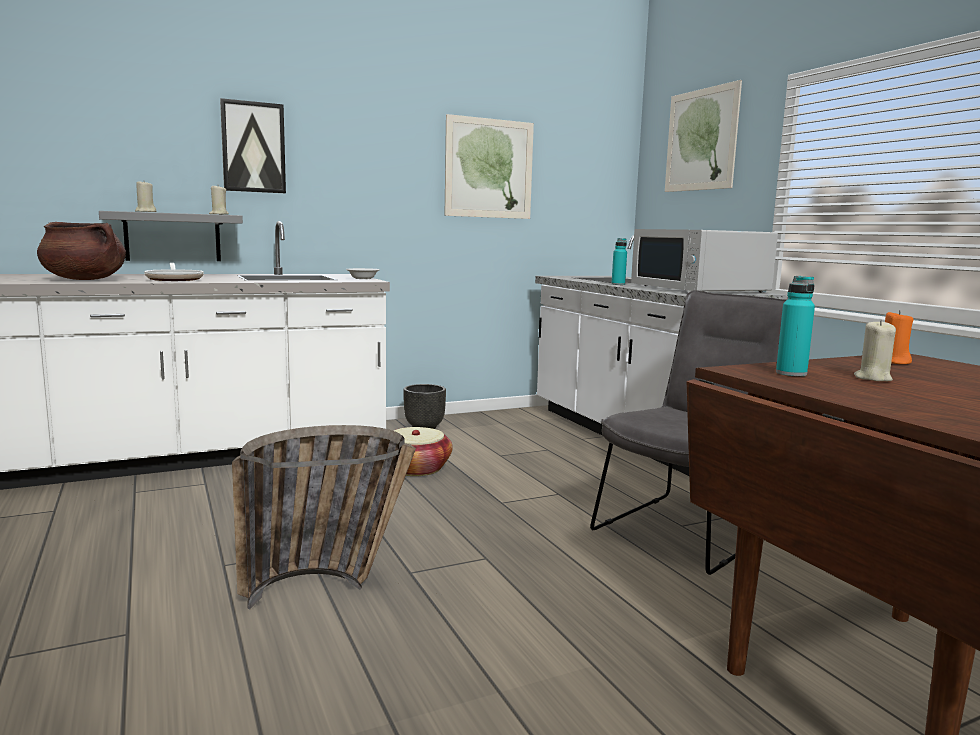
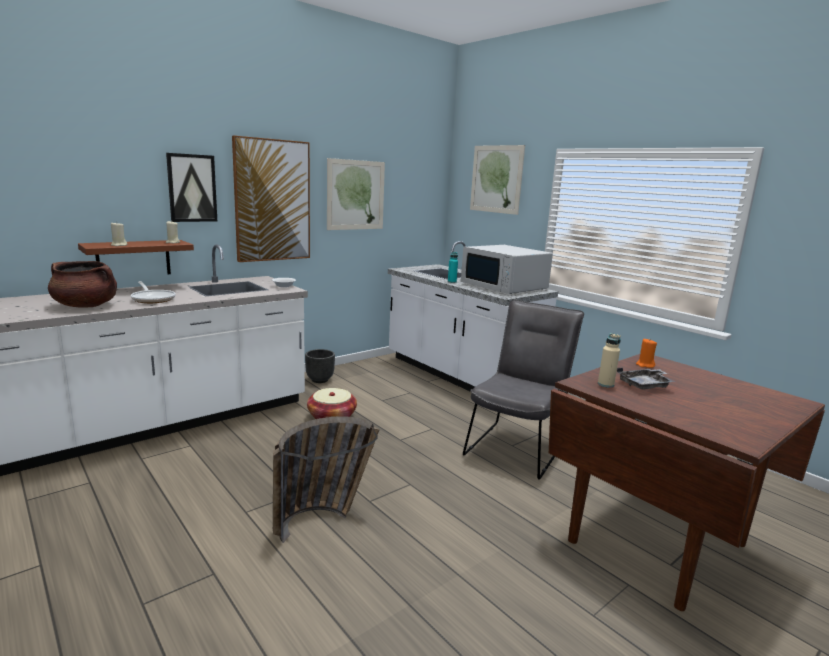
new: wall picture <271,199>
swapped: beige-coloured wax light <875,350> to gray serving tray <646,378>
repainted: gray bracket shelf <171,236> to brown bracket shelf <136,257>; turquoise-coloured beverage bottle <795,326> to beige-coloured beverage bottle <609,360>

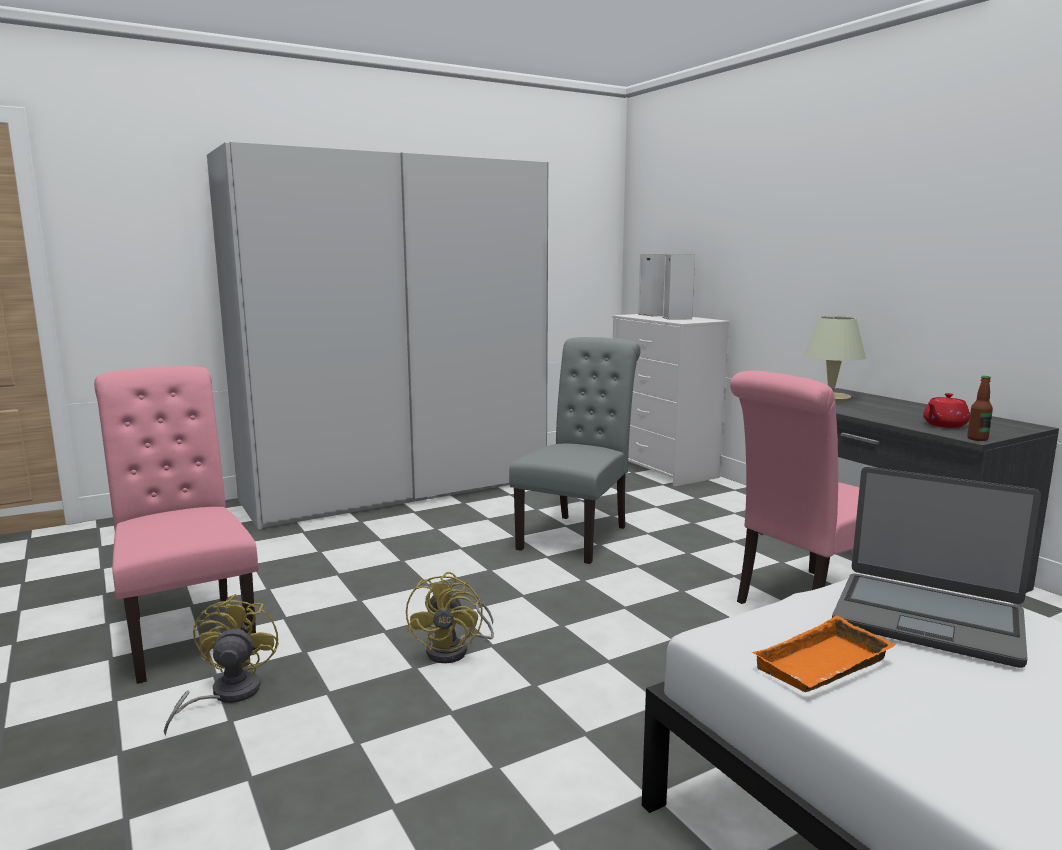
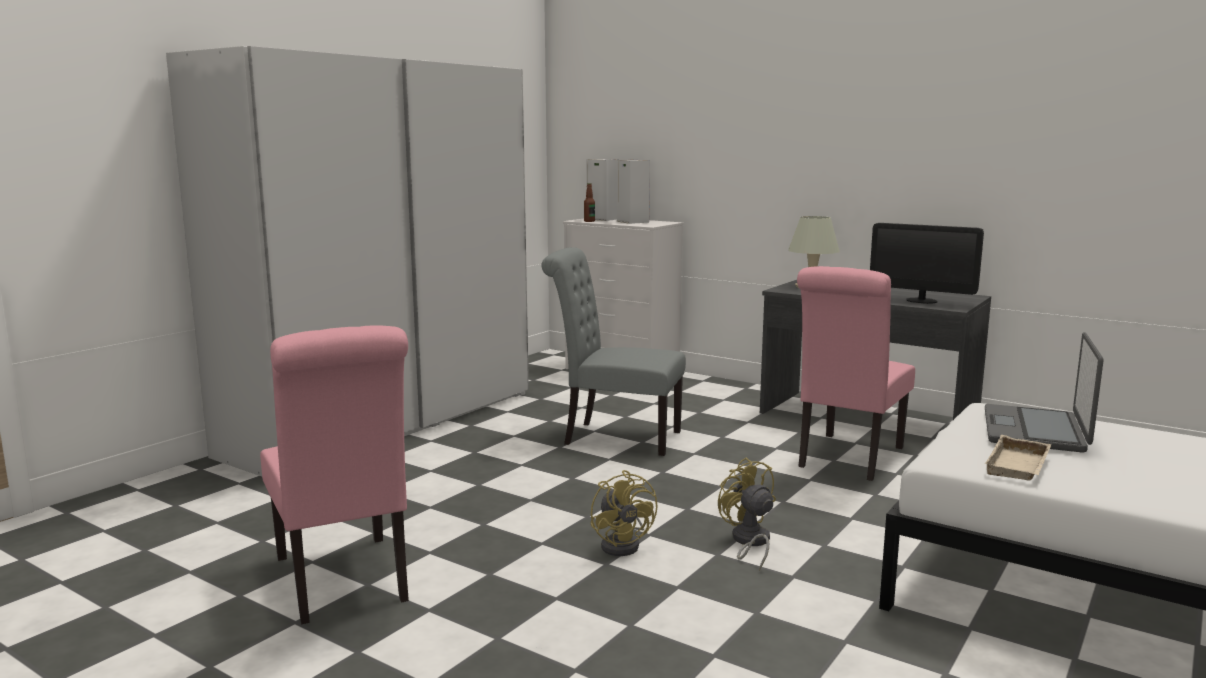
shifted: yellow cooling fan <221,664> to <747,514>; beverage bottle <980,408> to <589,202>
swapped: red-coloured tea pot <946,410> to computer display <927,263>
repainted: orange-coloured serving tray <824,654> to beige-coloured serving tray <1017,458>
rotated: pink upright chair <176,525> = <334,474> 150 degrees counterclockwise; gray upright chair <575,450> = <613,351> 75 degrees counterclockwise; laptop <936,567> = <1044,392> 105 degrees clockwise

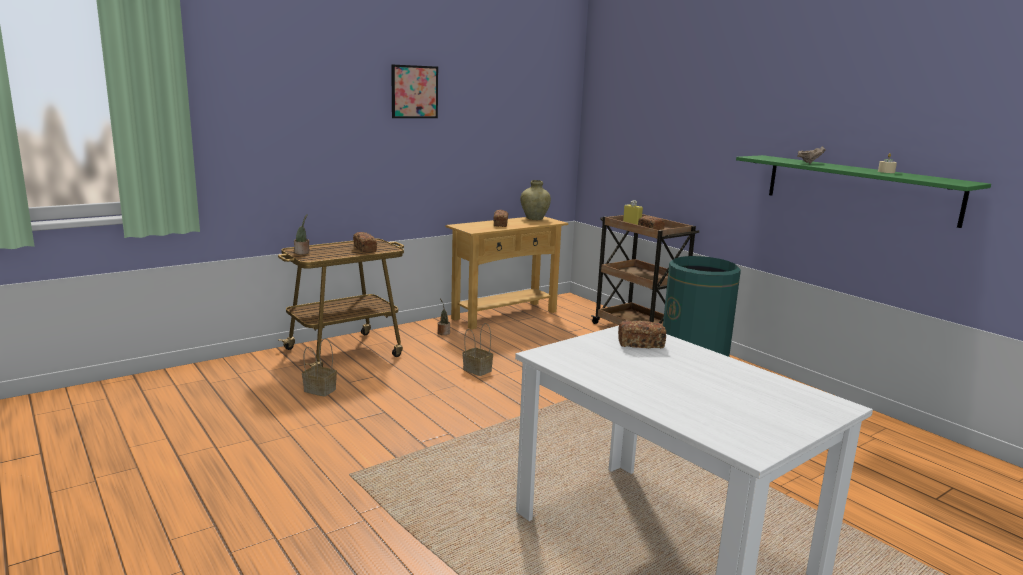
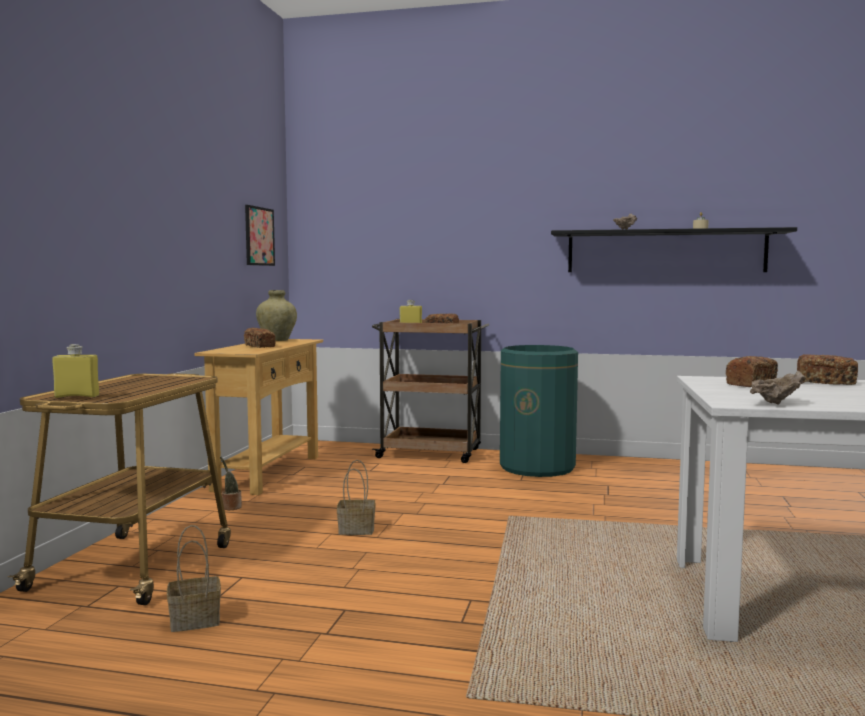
new: beige-coloured bowl <778,388>
shifted: bread <365,242> to <827,369>; wall picture <414,91> to <260,235>
swapped: houseplant <301,234> to yellow beverage bottle <75,371>
repainted: green bracket shelf <863,191> to black bracket shelf <674,249>

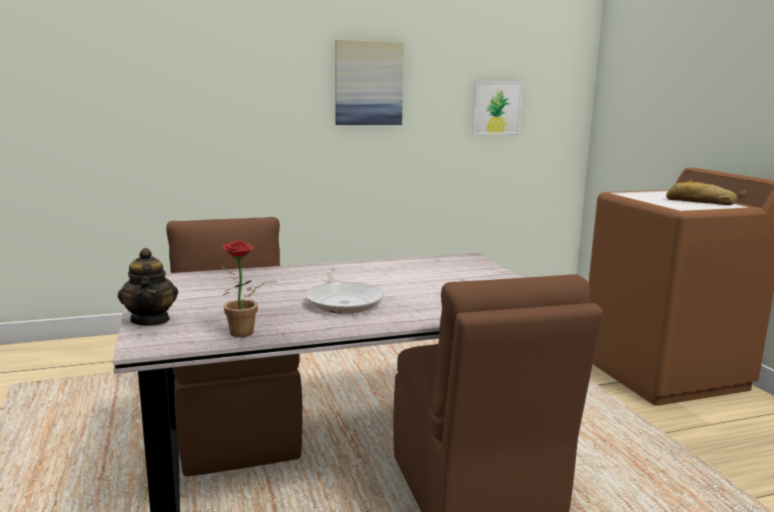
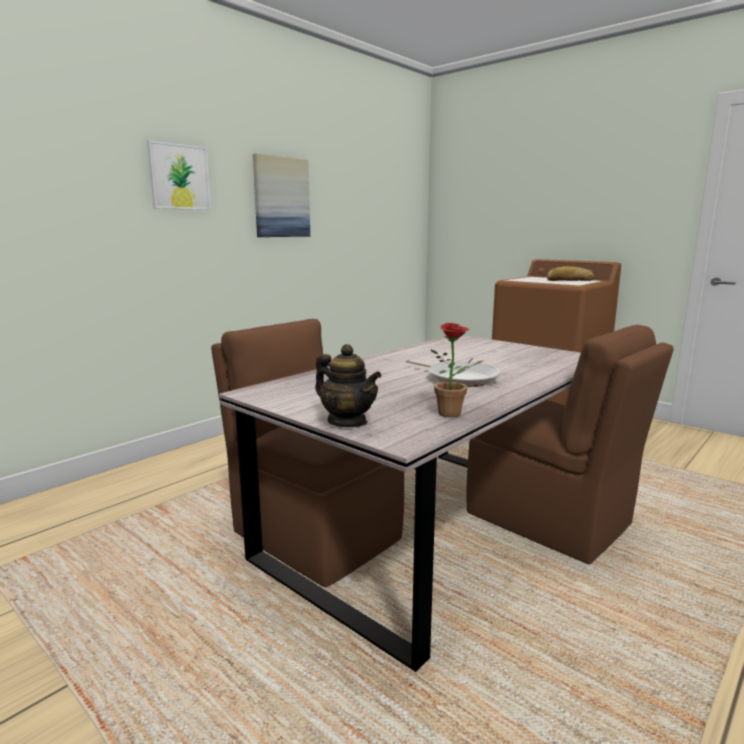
shifted: wall picture <497,107> to <179,175>

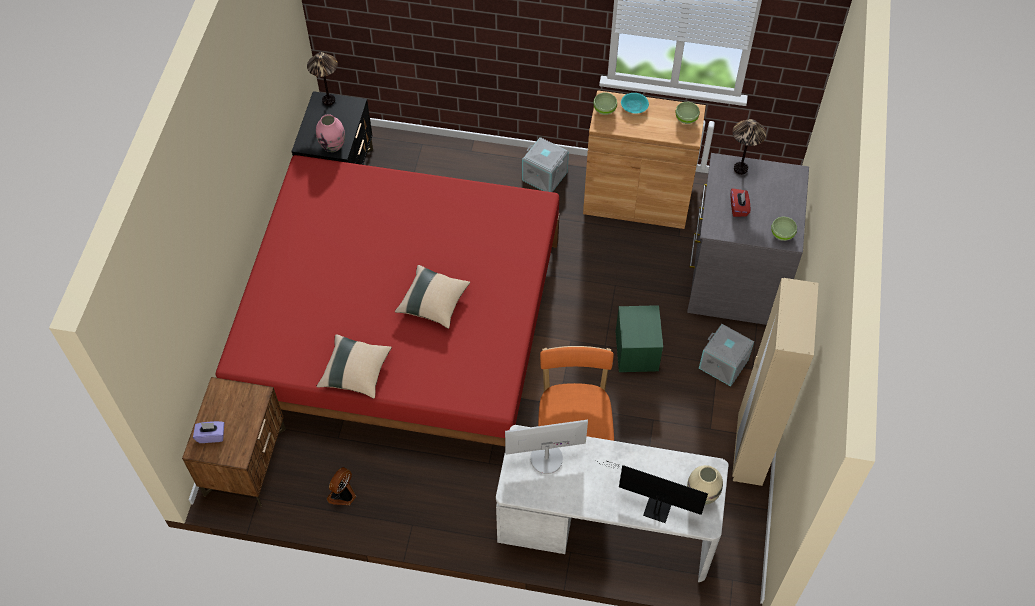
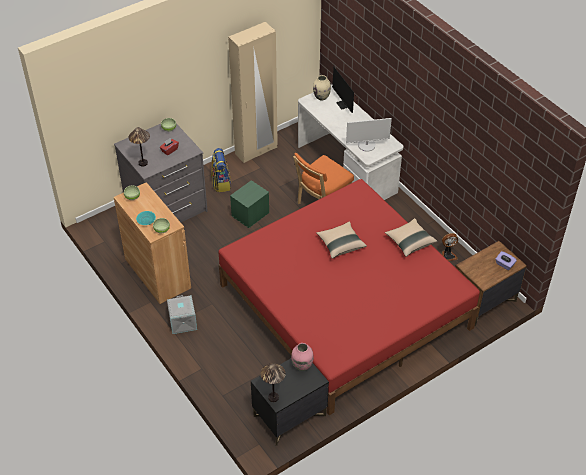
swapped: gray storage box <726,355> to backpack <221,170>
rotated: computer display <546,447> = <369,135> 45 degrees counterclockwise

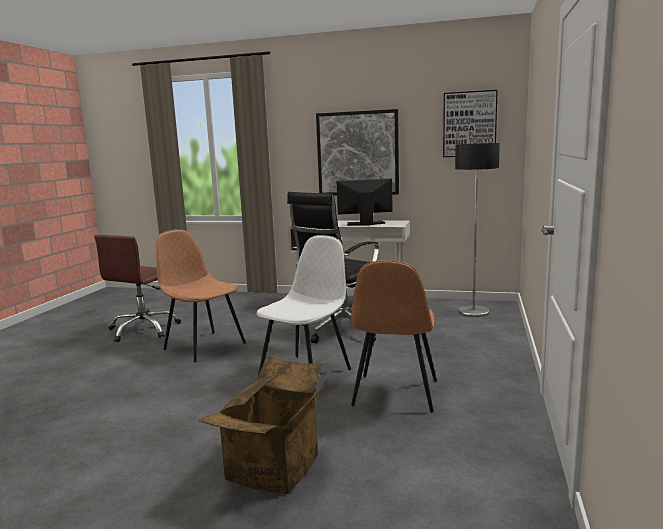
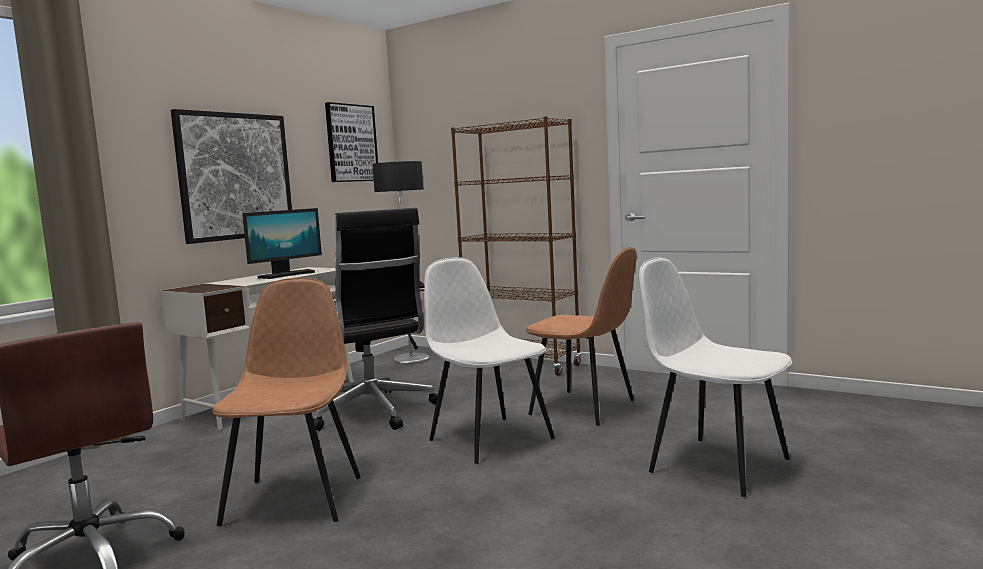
new: brown bookshelf <516,246>
swapped: carton <263,425> to white upright chair <715,377>
rotated: brown upright chair <201,295> = <286,402> 120 degrees clockwise; computer display <365,202> = <282,243> 150 degrees counterclockwise

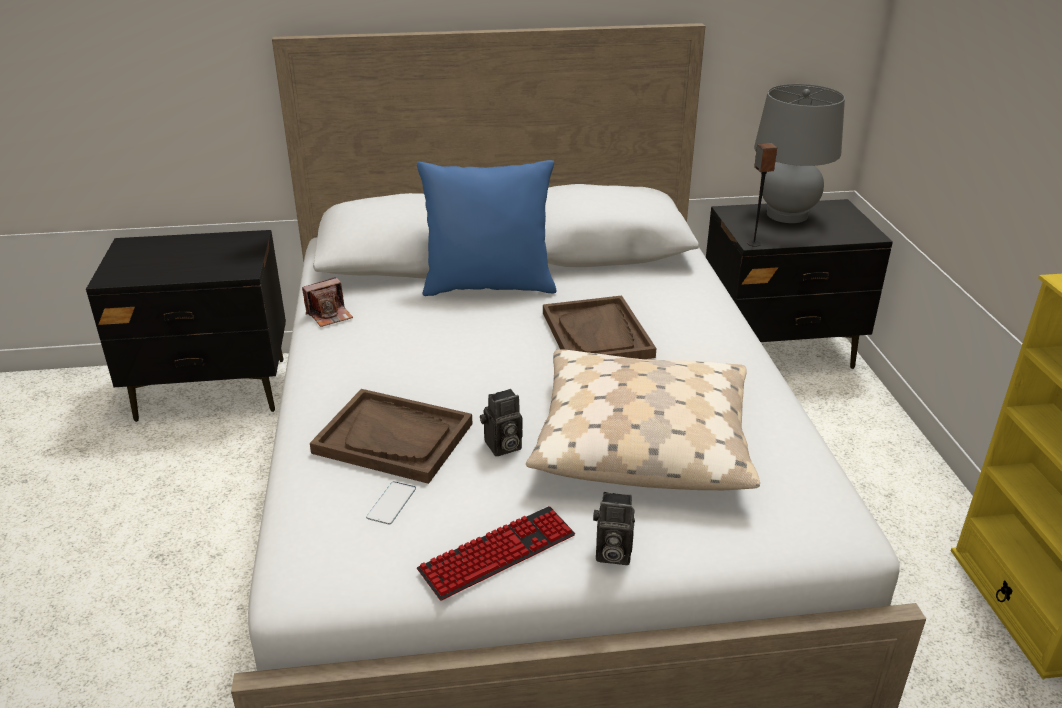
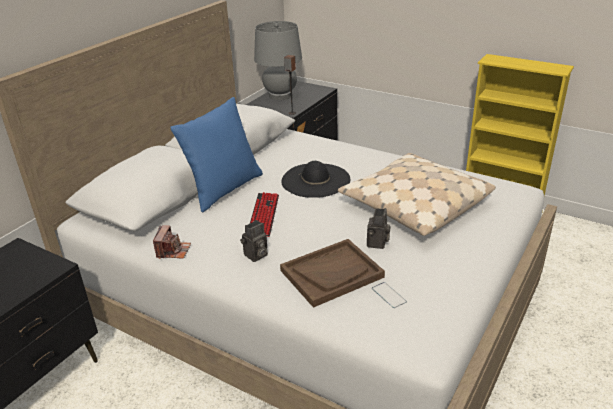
shifted: PC keyboard <496,553> to <264,214>; still camera <614,528> to <254,241>
swapped: brown serving tray <600,327> to black wearable hat <315,179>

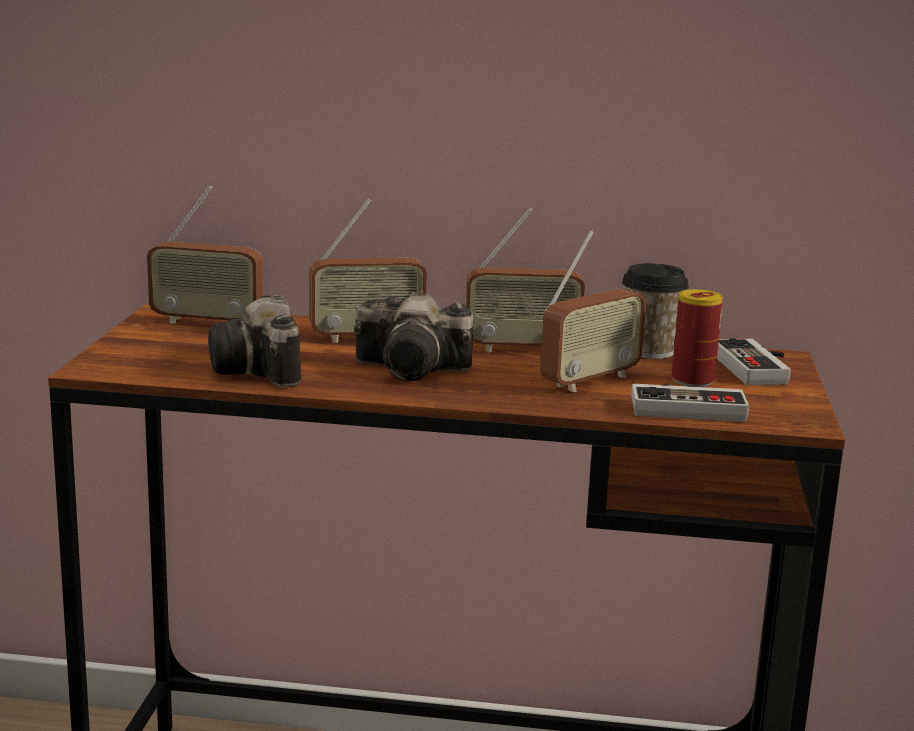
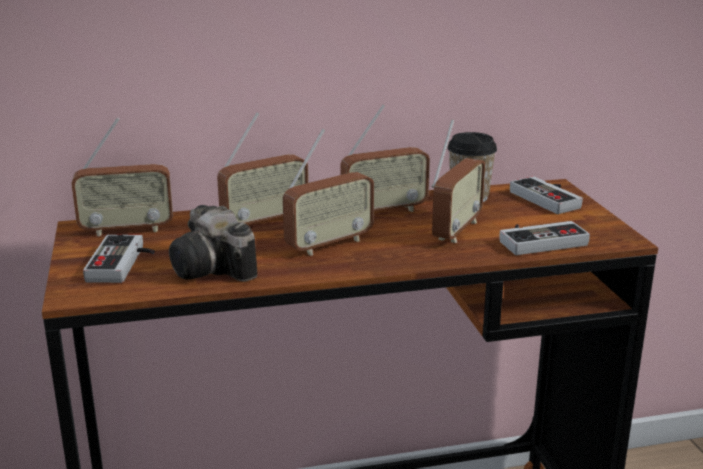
gone: sealed can <697,338>
new: game controller <119,259>
swapped: still camera <413,336> to radio <328,192>

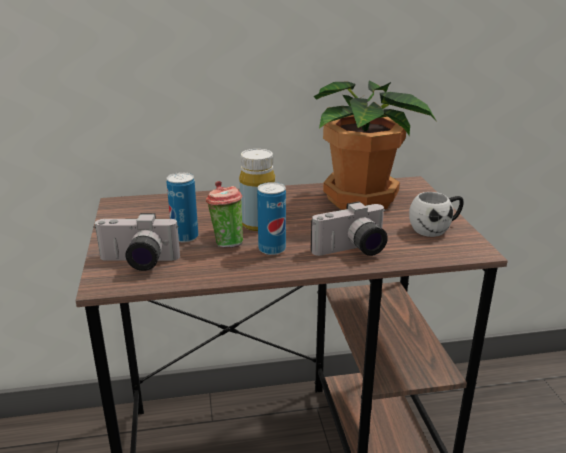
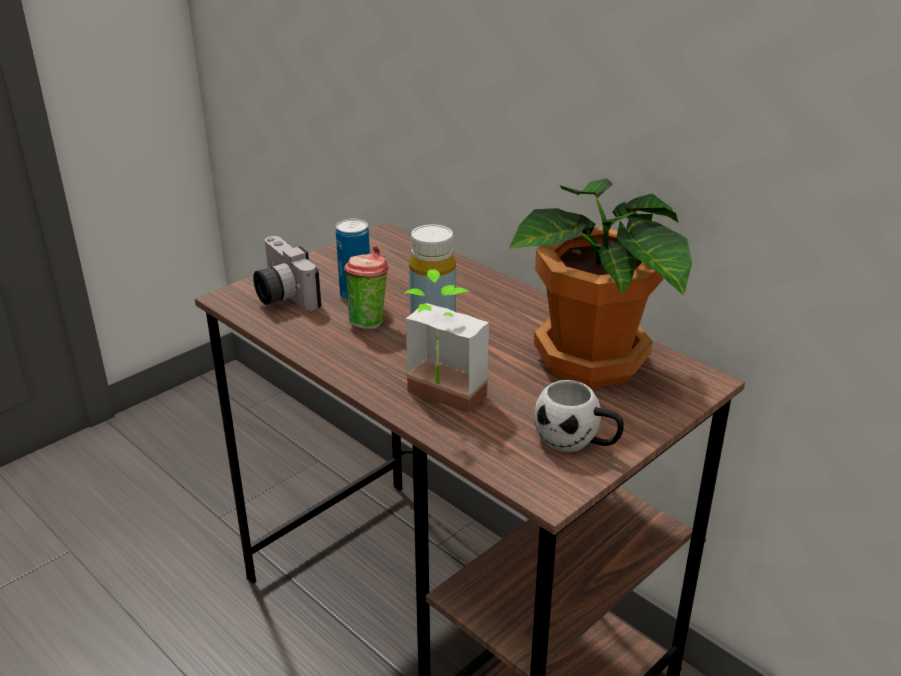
gone: sealed can <271,218>
swapped: still camera <349,228> to houseplant <446,341>

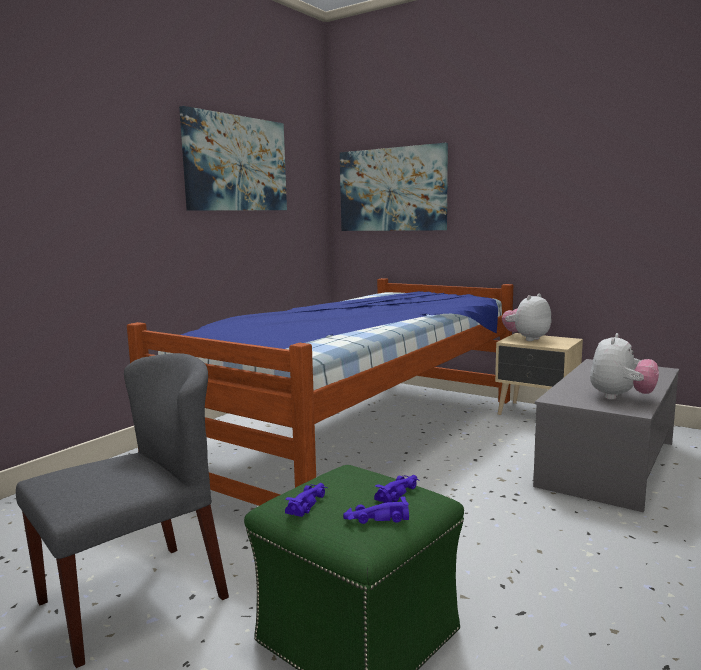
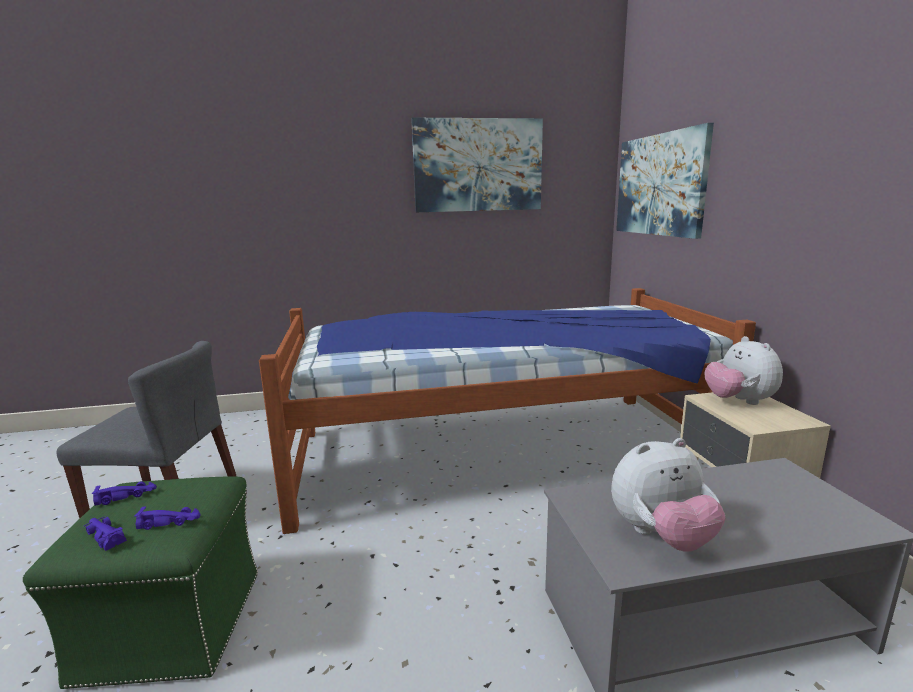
rotated: cuddly toy <526,317> = <744,370> 105 degrees counterclockwise

